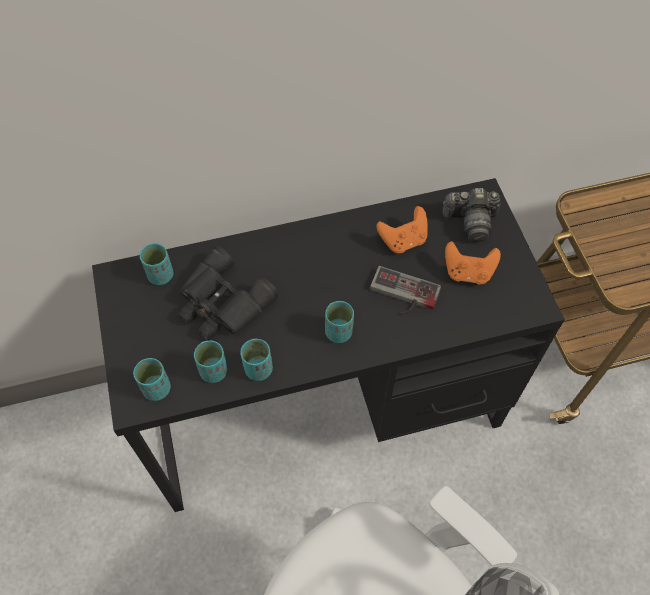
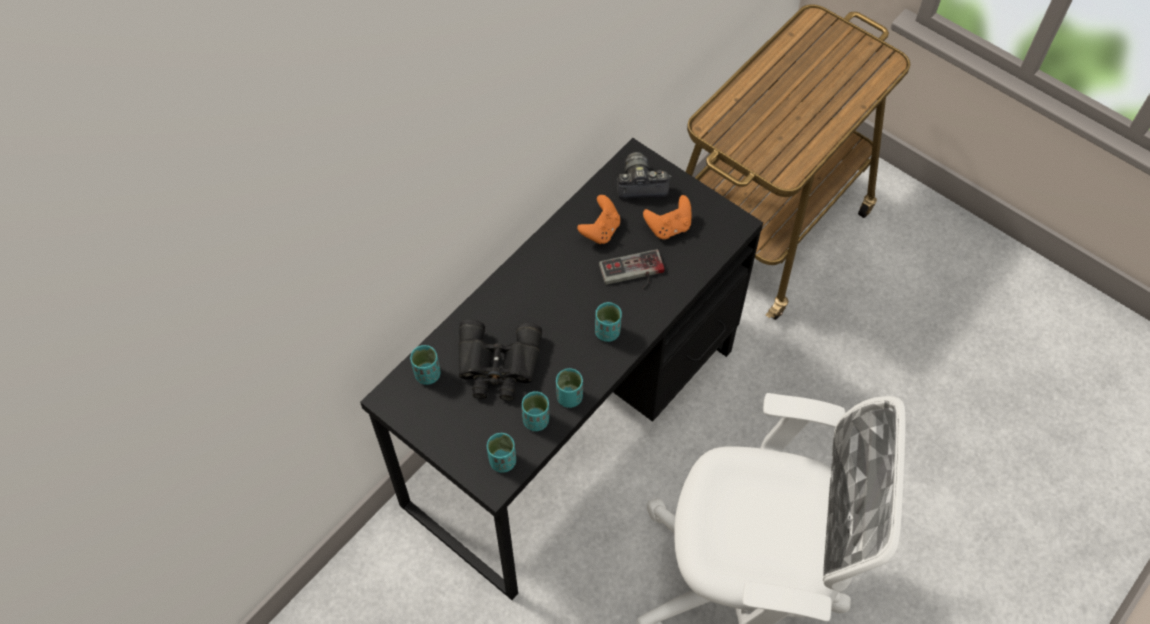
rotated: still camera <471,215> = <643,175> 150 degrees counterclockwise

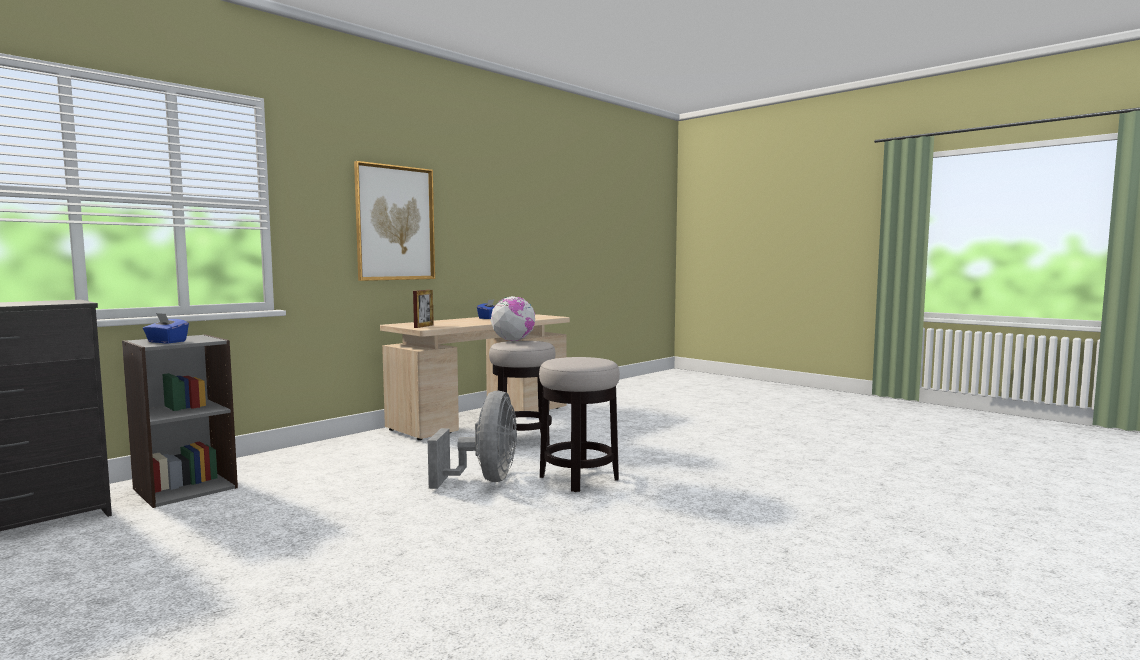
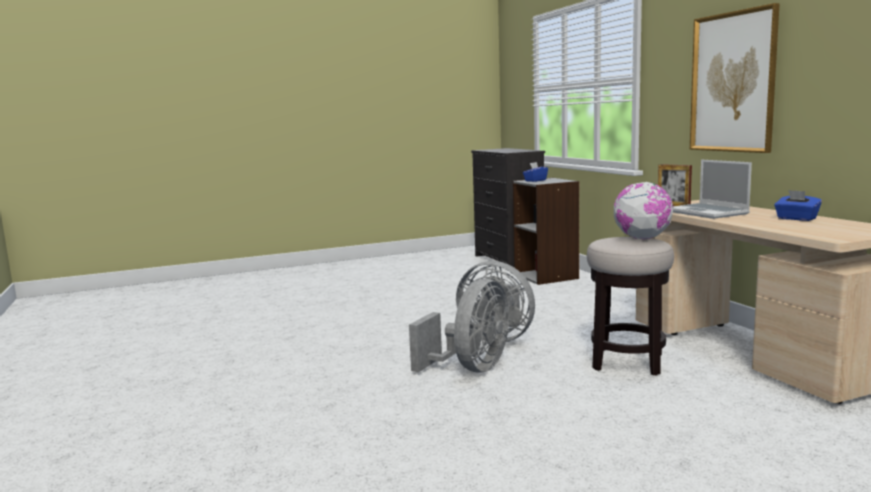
new: laptop <712,189>
swapped: sitting stool <579,424> to gray cooling fan <459,326>

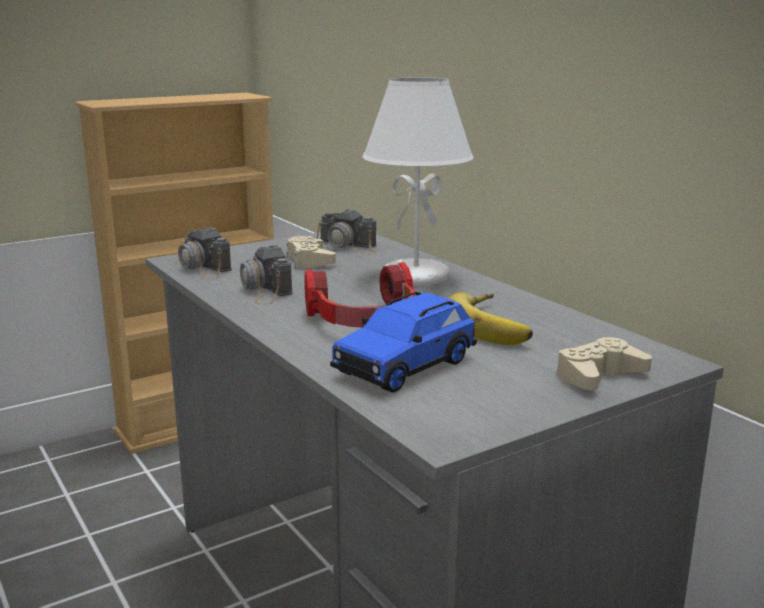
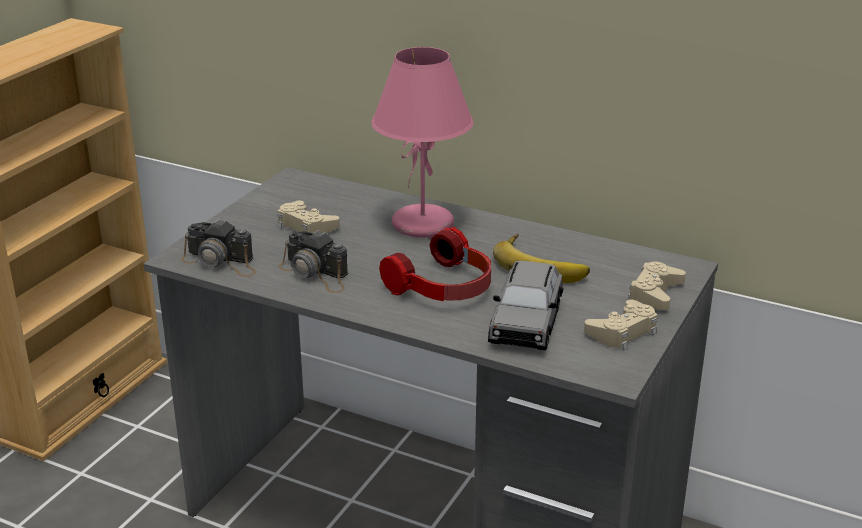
gone: still camera <346,231>
new: beige-coloured game controller <620,325>
repainted: blue-coloured toy car <403,342> to gray toy car <525,305>; white tabletop lamp <418,181> to pink tabletop lamp <422,142>

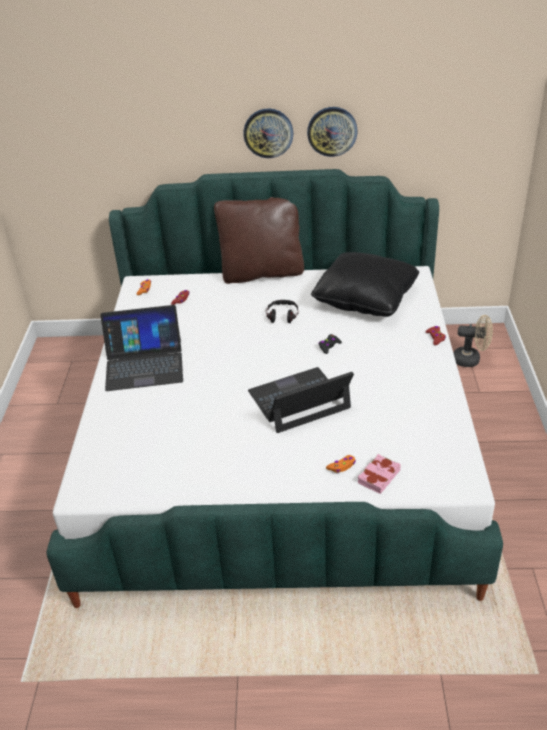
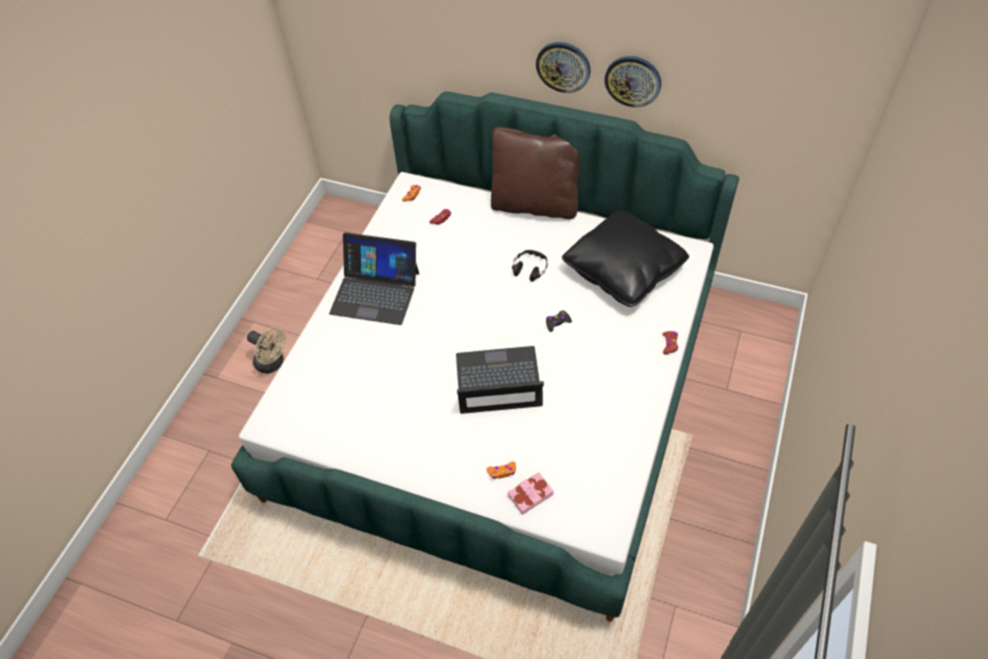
shifted: beige-coloured cooling fan <473,341> to <266,350>

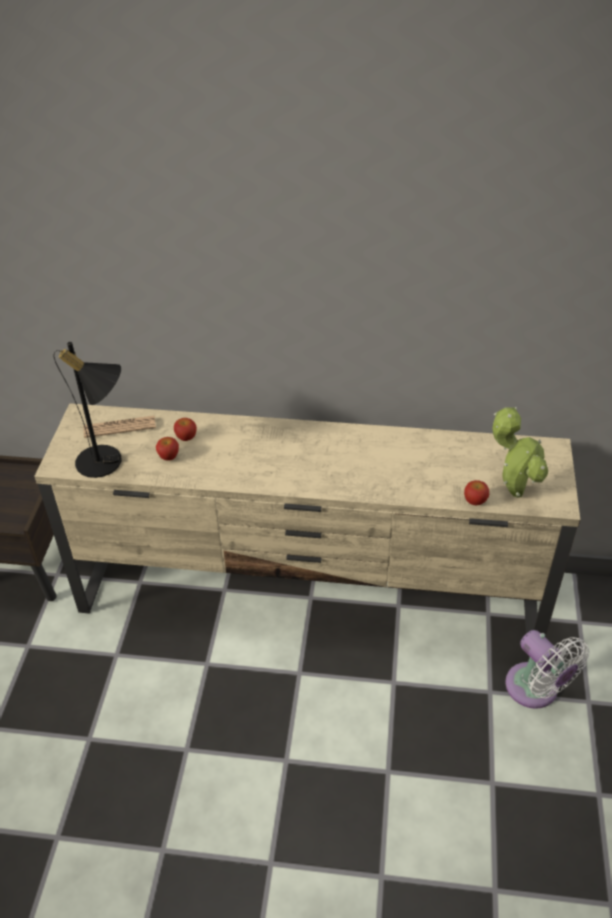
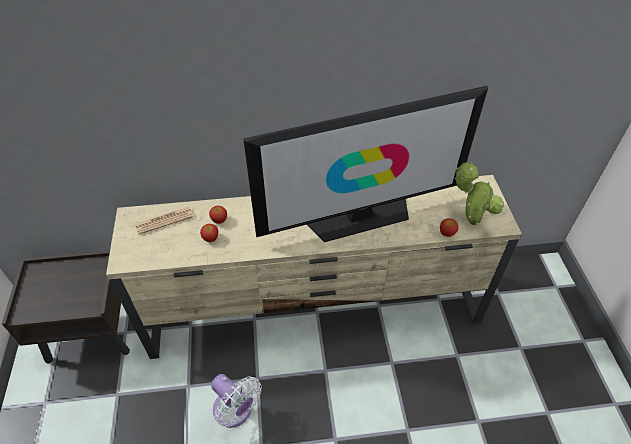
gone: black tabletop lamp <87,410>
new: television <365,164>
shifted: white cooling fan <547,669> to <236,401>

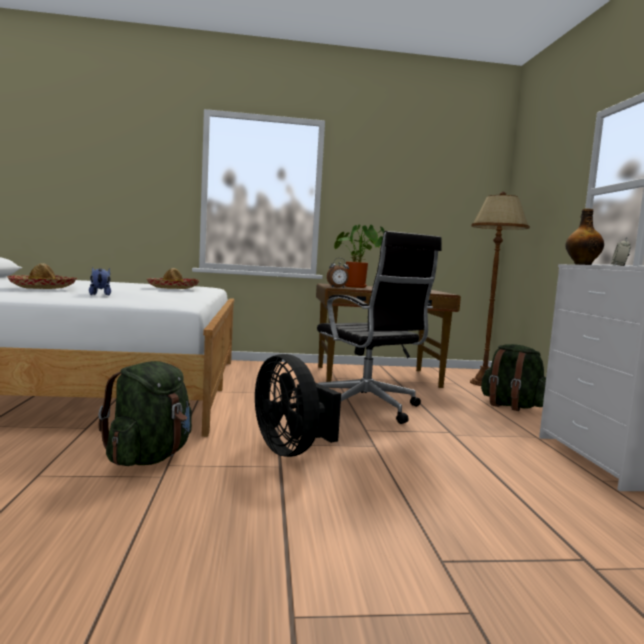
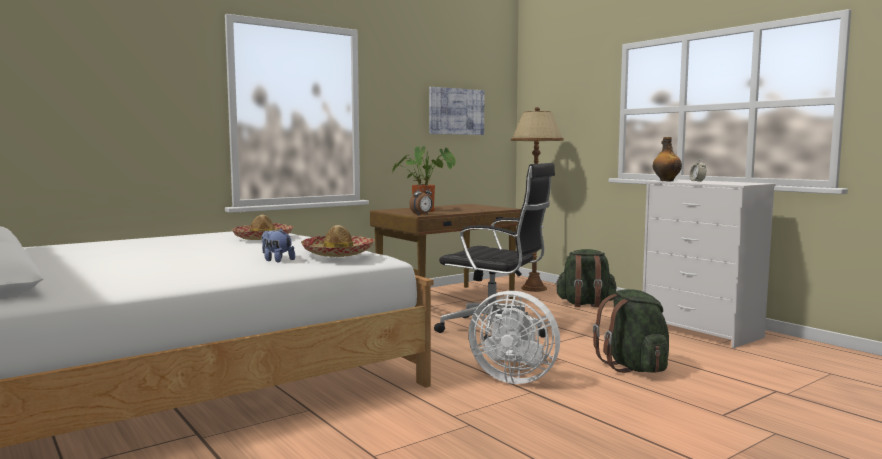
new: wall picture <456,111>
shifted: wearable hat <42,276> to <338,241>; green backpack <145,413> to <631,331>
repainted: black cooling fan <298,405> to white cooling fan <514,337>

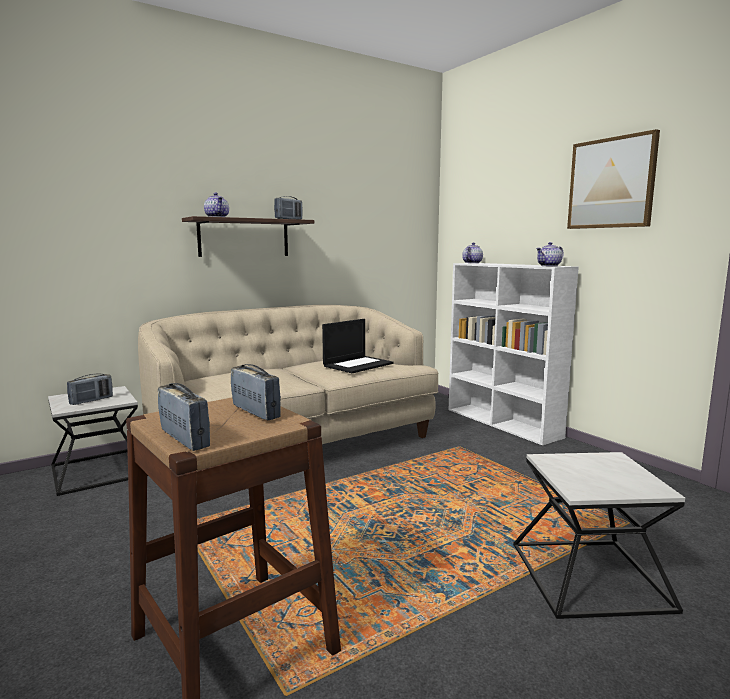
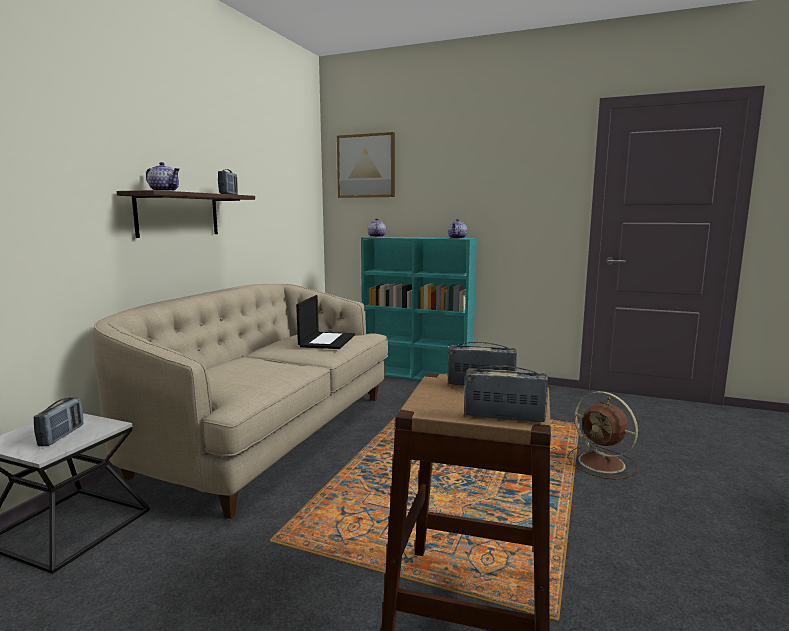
shifted: wall picture <613,179> to <366,165>
swapped: side table <599,535> to brown cooling fan <603,435>
repainted: white bookshelf <514,354> to turquoise-coloured bookshelf <419,308>

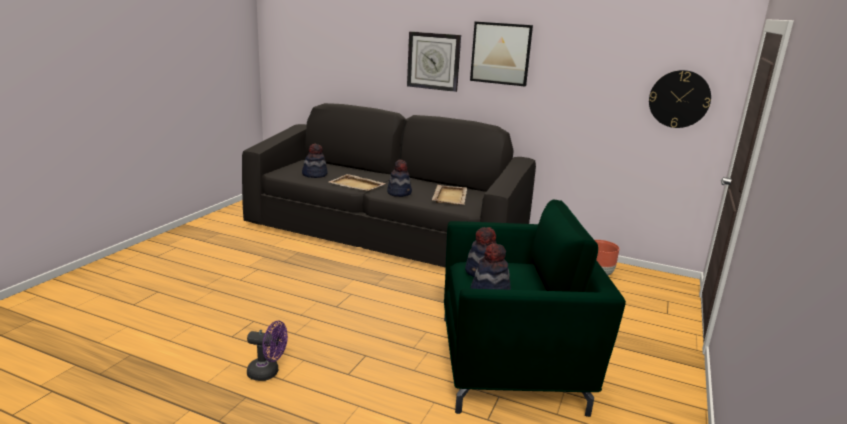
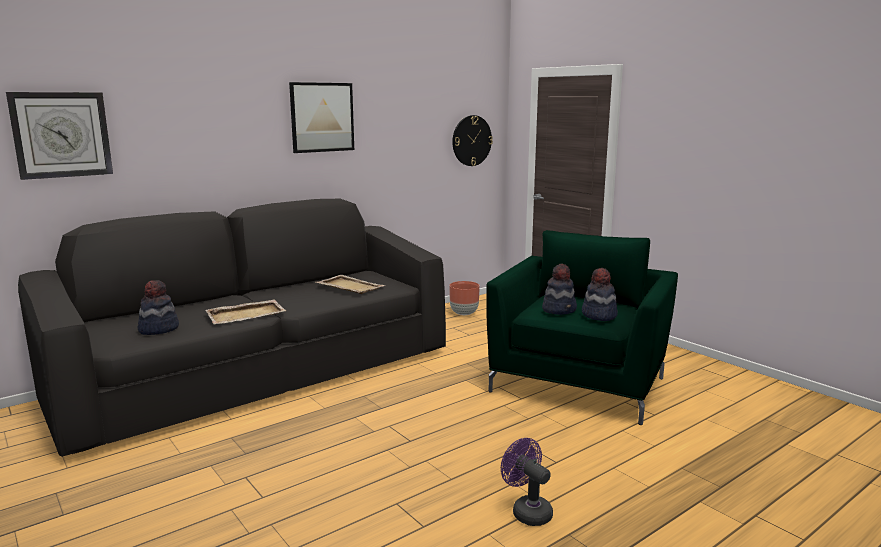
gone: wearable hat <399,178>
shifted: clock on the wall <434,61> to <59,136>
rotated: purple-coloured cooling fan <267,351> = <527,482> 75 degrees counterclockwise

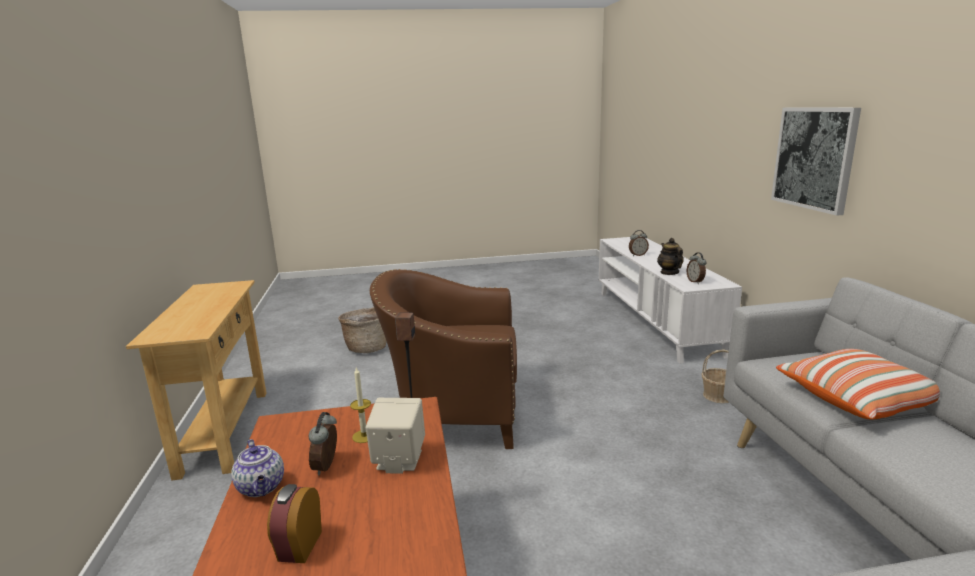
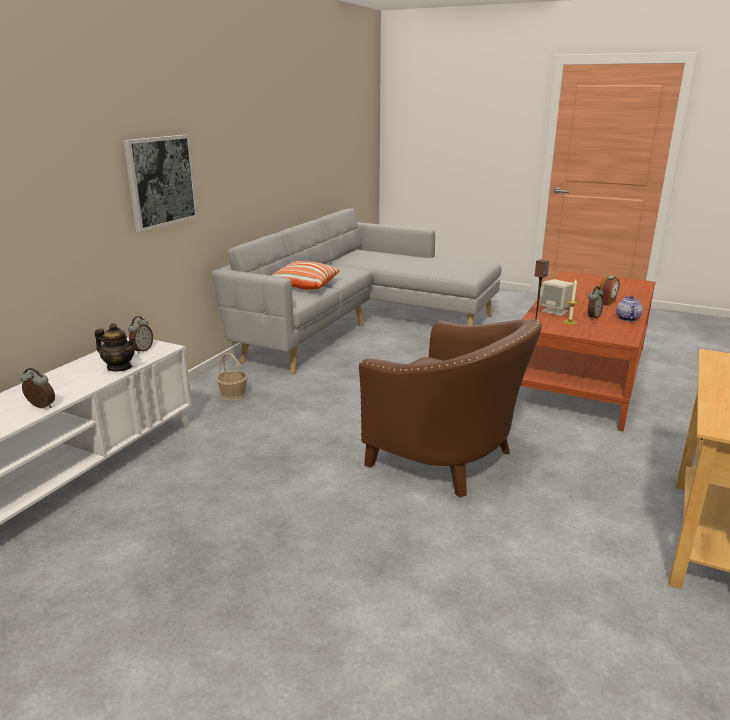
gone: storage basket <362,330>
rotated: tea pot <670,256> = <115,347> 90 degrees counterclockwise

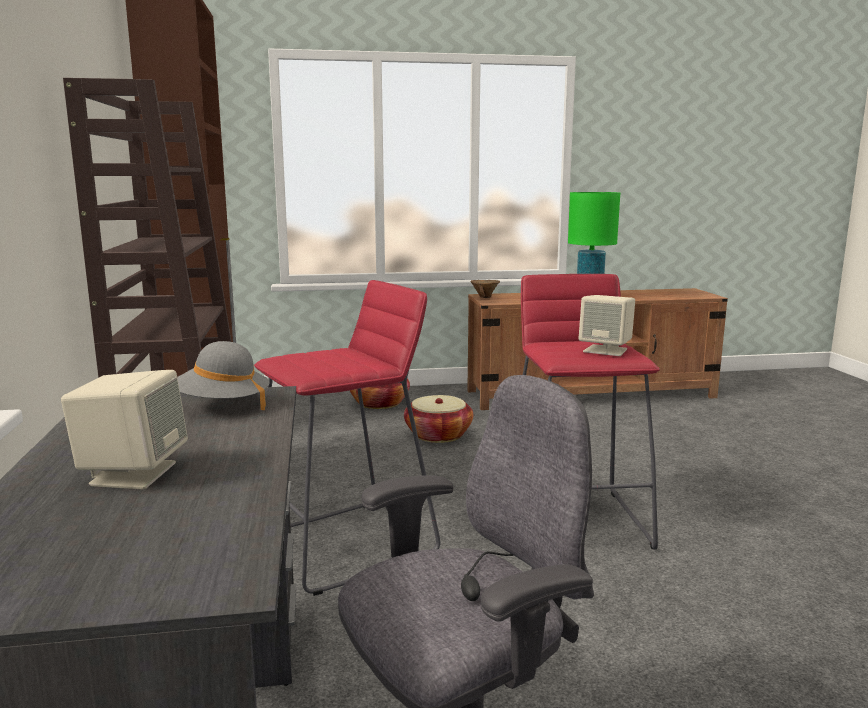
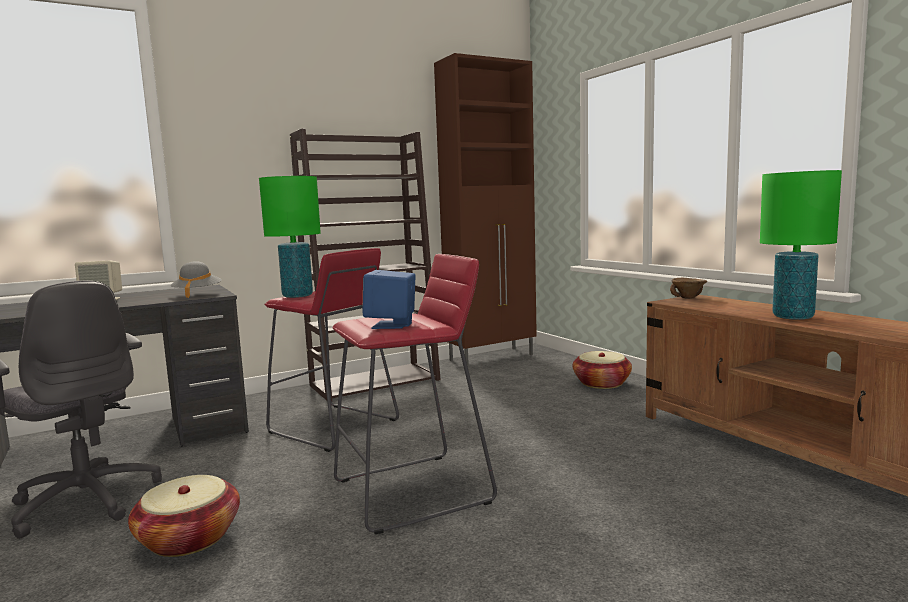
new: green tabletop lamp <290,237>
shifted: storage basket <438,419> to <184,516>
repainted: beige-coloured loudspeaker <607,325> to blue-coloured loudspeaker <388,299>

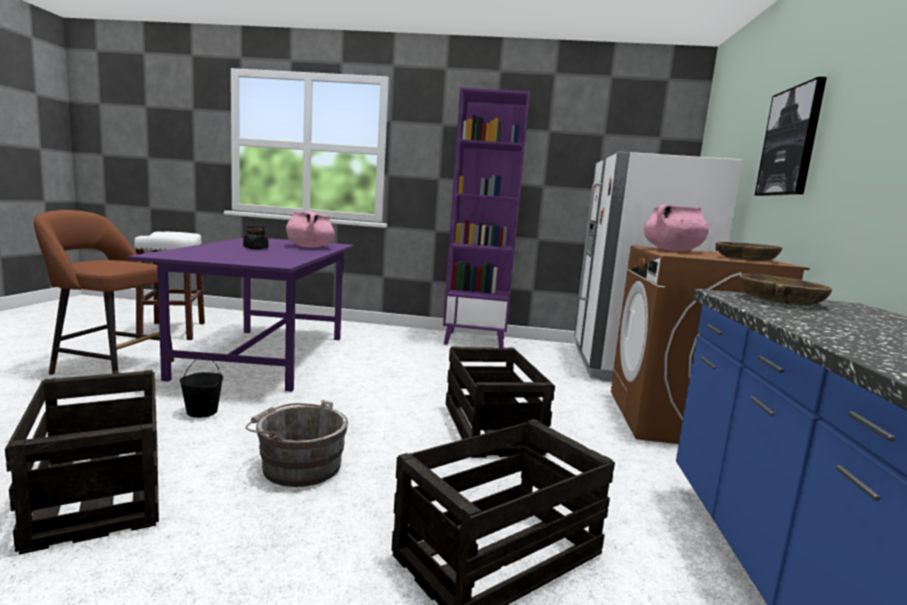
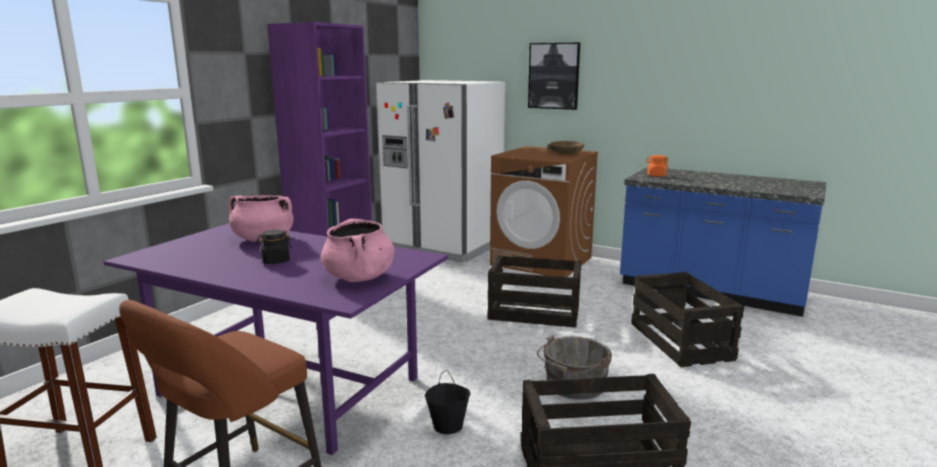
shifted: pink stockpot <676,227> to <357,250>
swapped: brown bowl <785,289> to orange-coloured jar <657,166>

